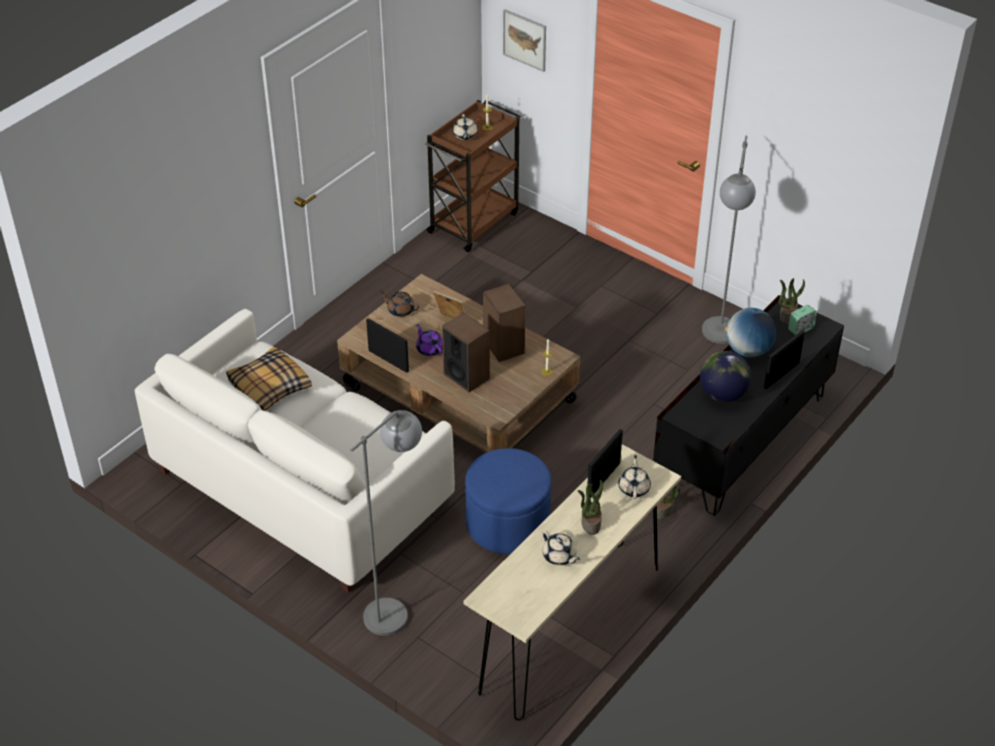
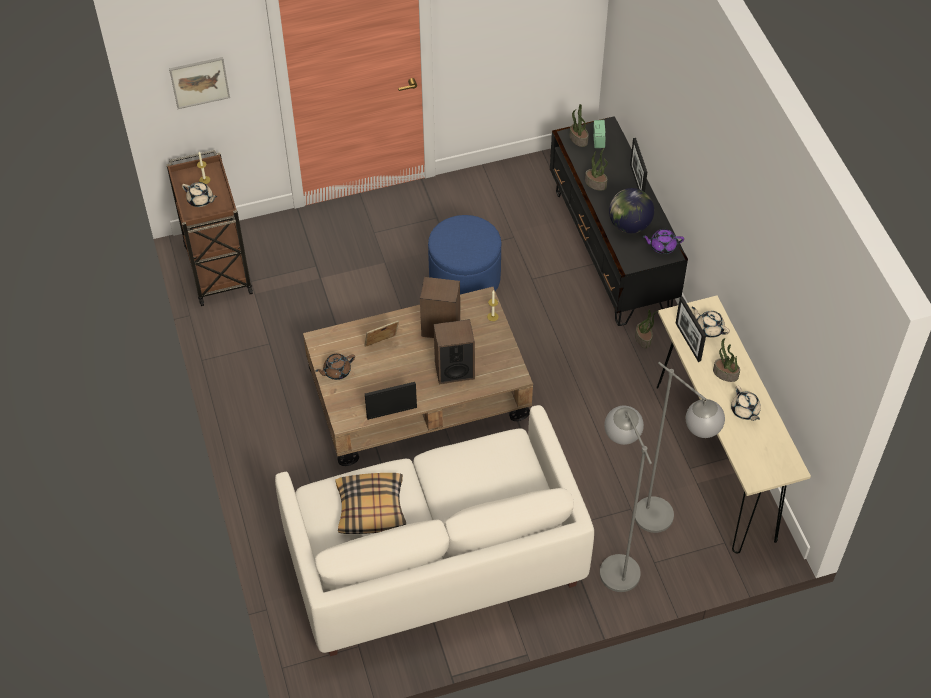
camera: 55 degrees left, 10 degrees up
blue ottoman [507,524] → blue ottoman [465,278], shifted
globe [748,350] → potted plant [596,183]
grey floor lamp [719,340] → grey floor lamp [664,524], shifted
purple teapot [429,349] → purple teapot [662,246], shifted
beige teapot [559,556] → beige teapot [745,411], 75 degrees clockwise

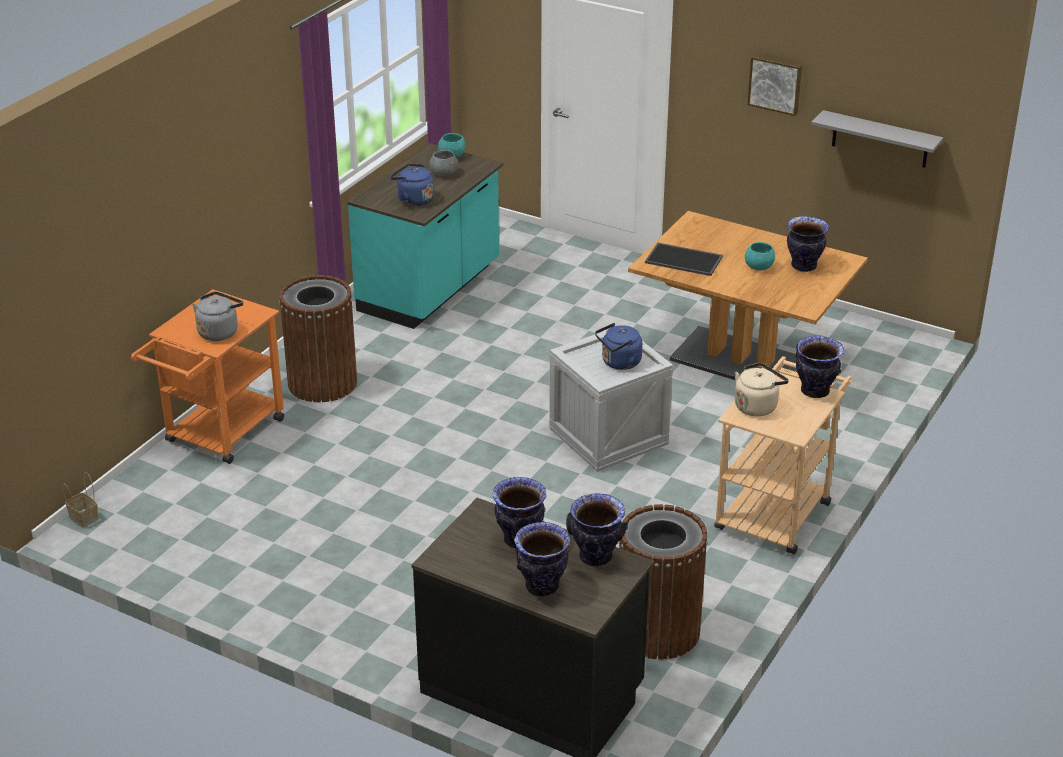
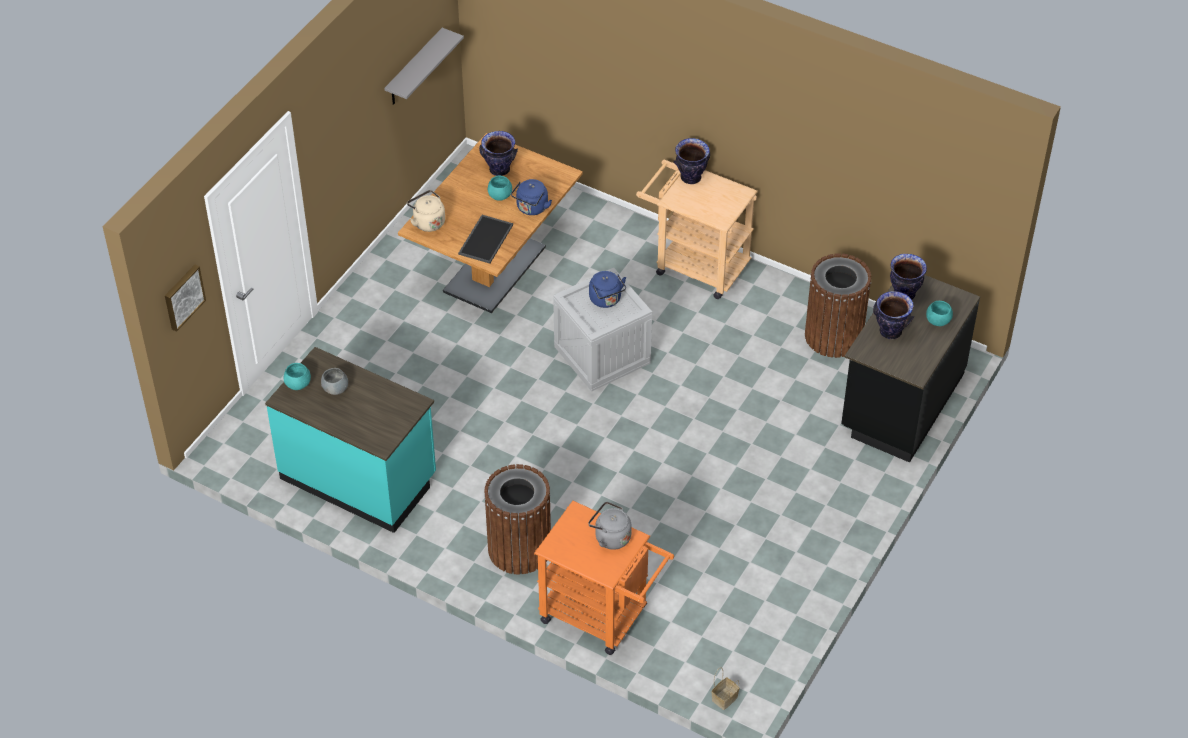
camera: 90 degrees left, 15 degrees up
picture [775,84] → picture [183,296], shifted
beige kettle [757,406] → beige kettle [427,222], shifted
blue kettle [413,200] → blue kettle [531,208], shifted
vase [541,586] → turquoise bowl [937,321]

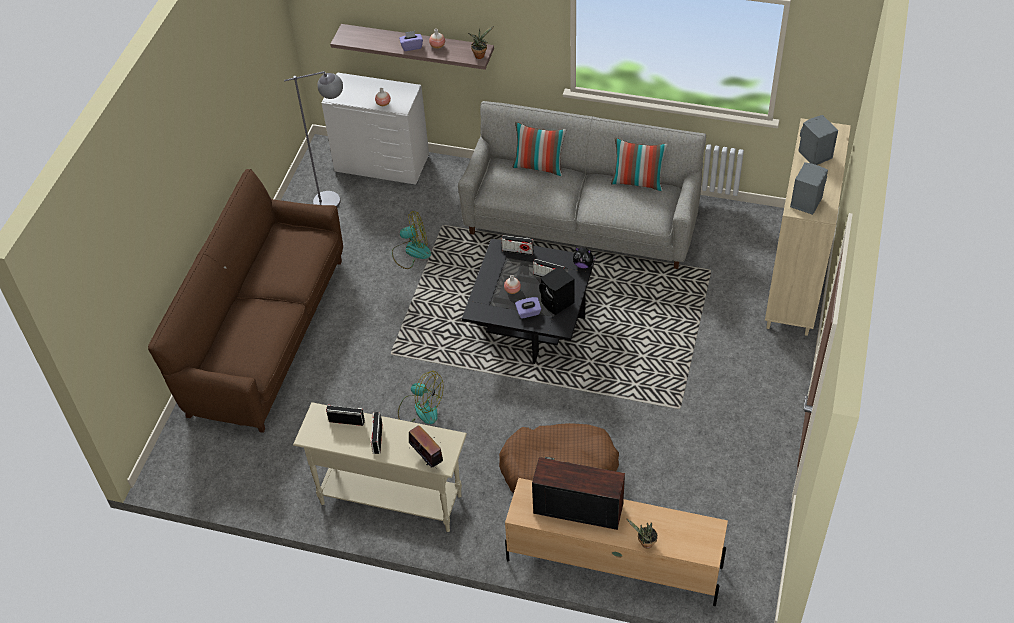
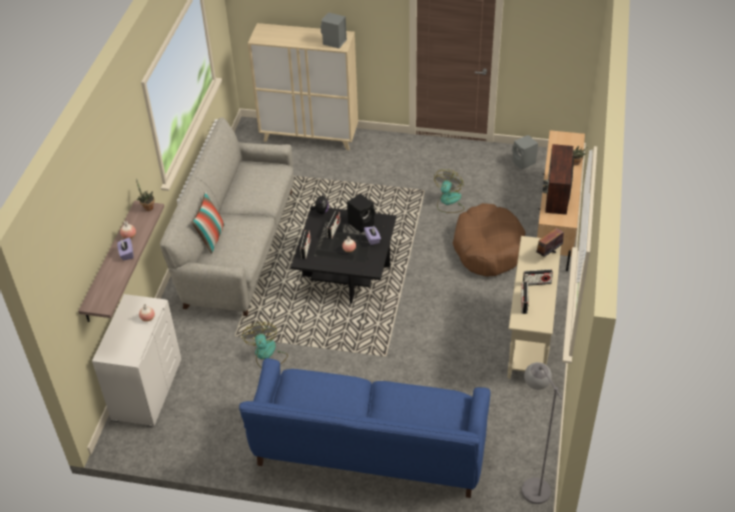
camera: 95 degrees left, 5 degrees down
brown sofa [266,335] → blue sofa [369,450]
fan [420,409] → fan [448,202], shifted
grey speaker [814,155] → grey speaker [524,163], shifted
grey floor lamp [336,199] → grey floor lamp [531,483], shifted
pillow [638,182] → -

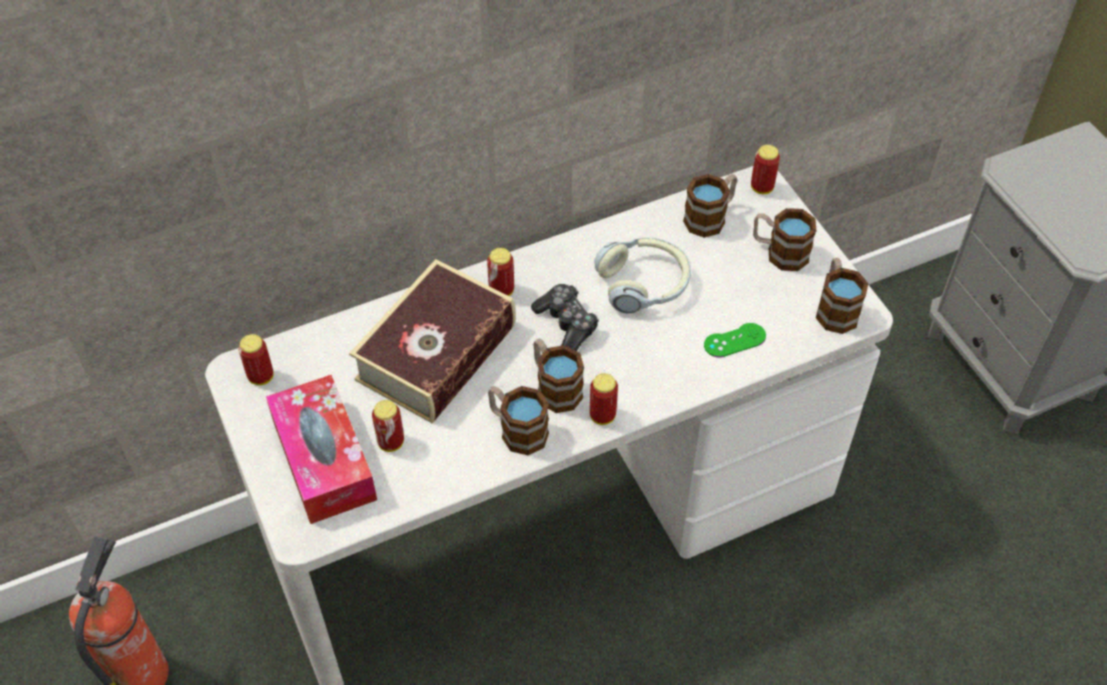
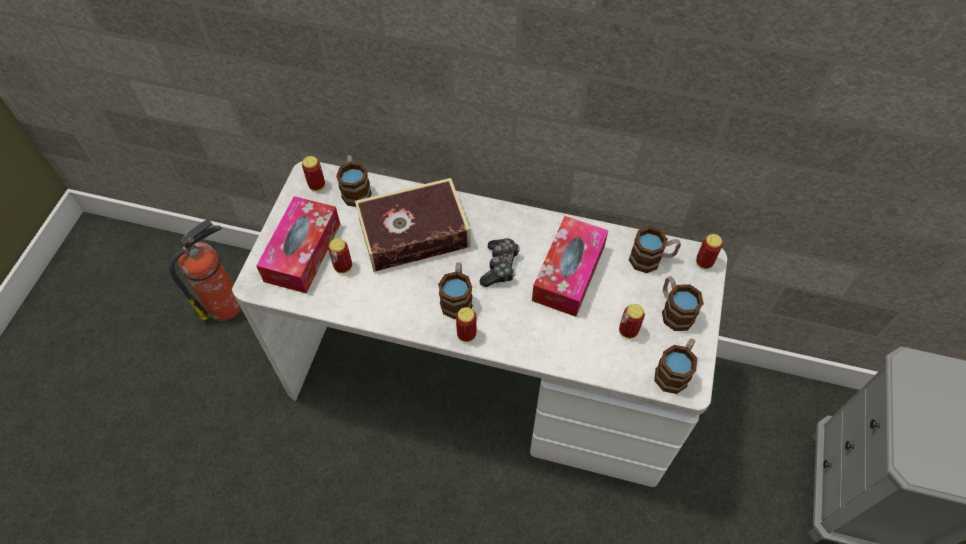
camera: 40 degrees right, 5 degrees up
mug [517,429] → mug [355,189], shifted
headphones [644,284] → tissue box [568,273]
can [501,291] → can [628,331], shifted
green game controller [734,340] → -

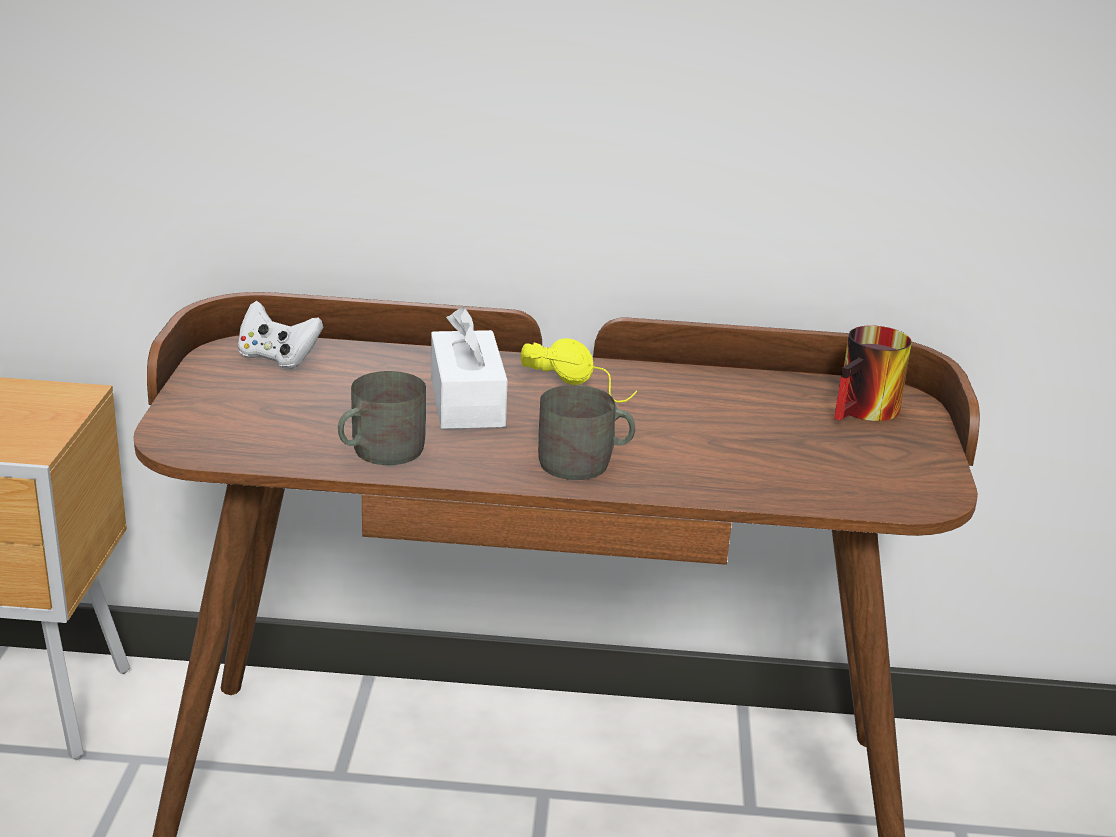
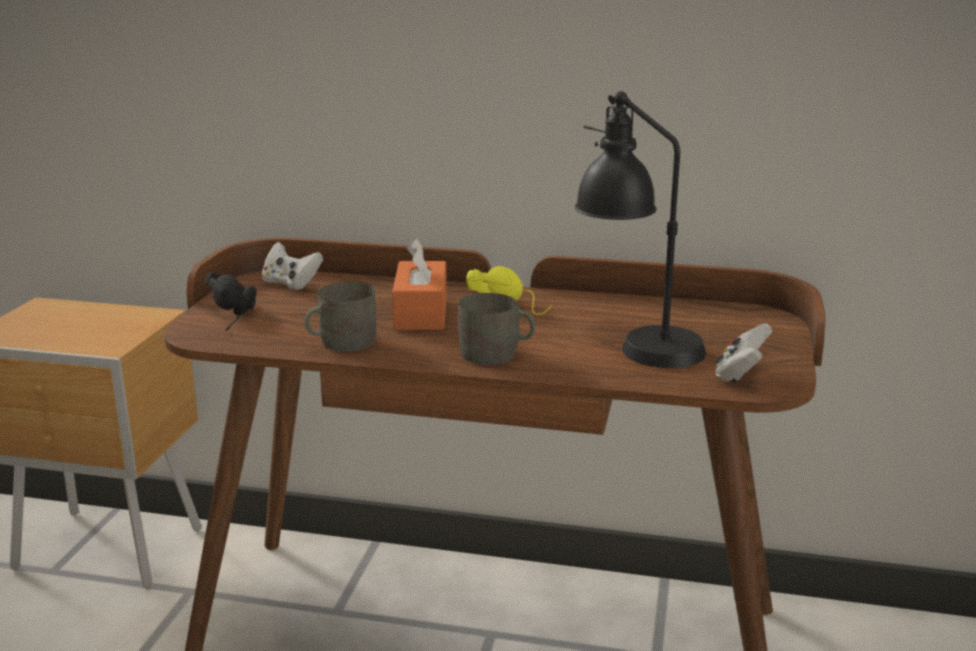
camera: 10 degrees right, 5 degrees down
- → black headphones [239,317]
white tissue box [467,401] → orange tissue box [421,313]
- → black table lamp [634,340]
- → white game controller [740,374]
mug [867,412] → -

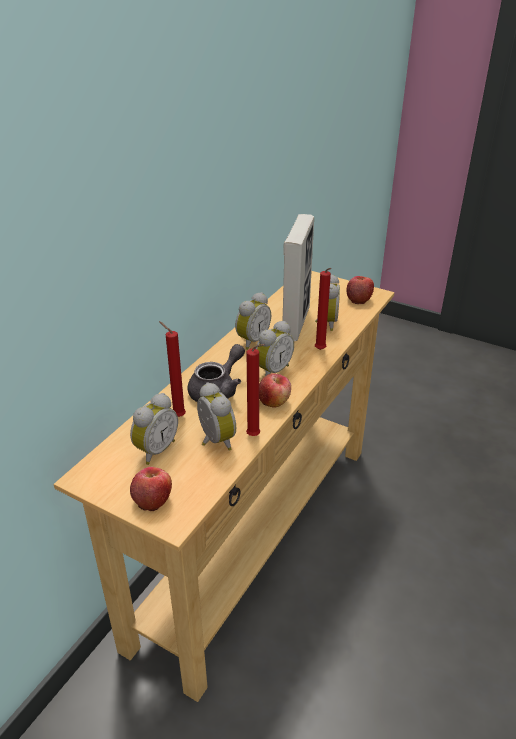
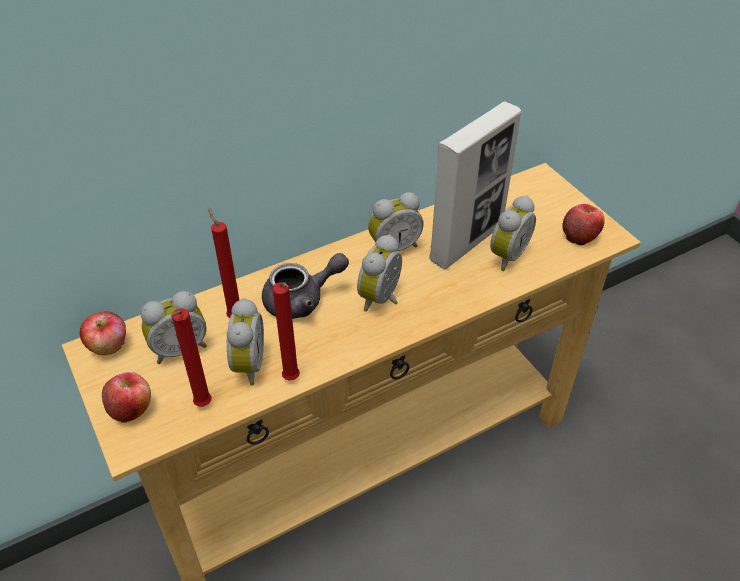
camera: 30 degrees right, 10 degrees up
apple [274,401] → apple [108,346], shifted
red candle [320,350] → red candle [202,406], shifted
alarm clock [272,371] → alarm clock [382,299], 135 degrees clockwise

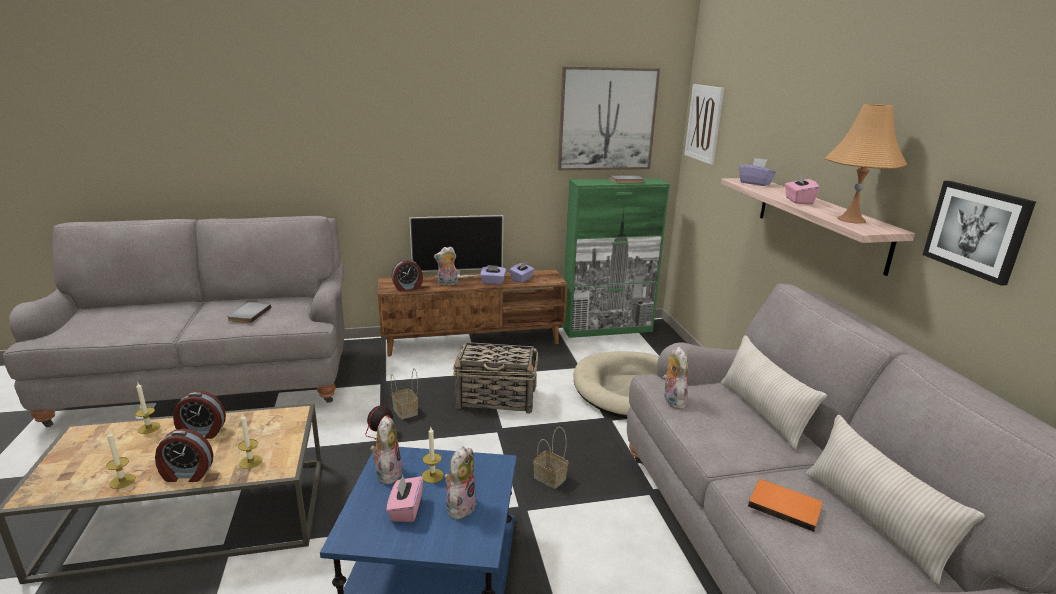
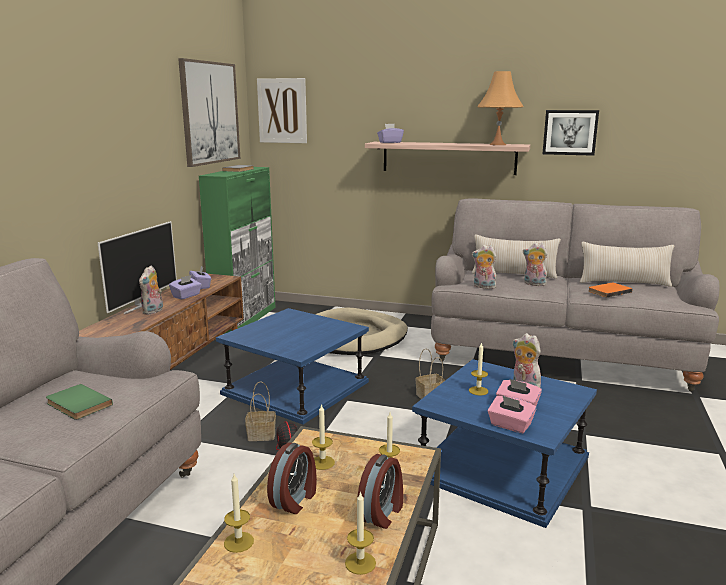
camera: 60 degrees left, 5 degrees down
grey book [248,314] → green book [77,405]
basket [497,399] → blue side table [295,388]
- → candle [322,462]
pink tissue box [798,201] → pink tissue box [510,425], shifted
plush toy [387,473] → plush toy [533,284], shifted
alarm clock [408,288] → -

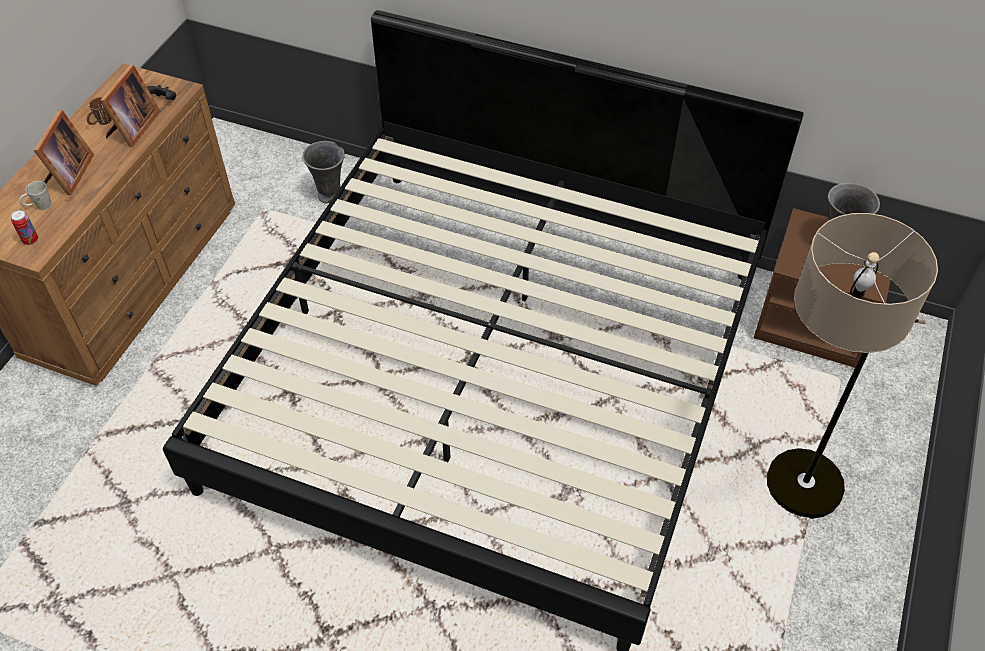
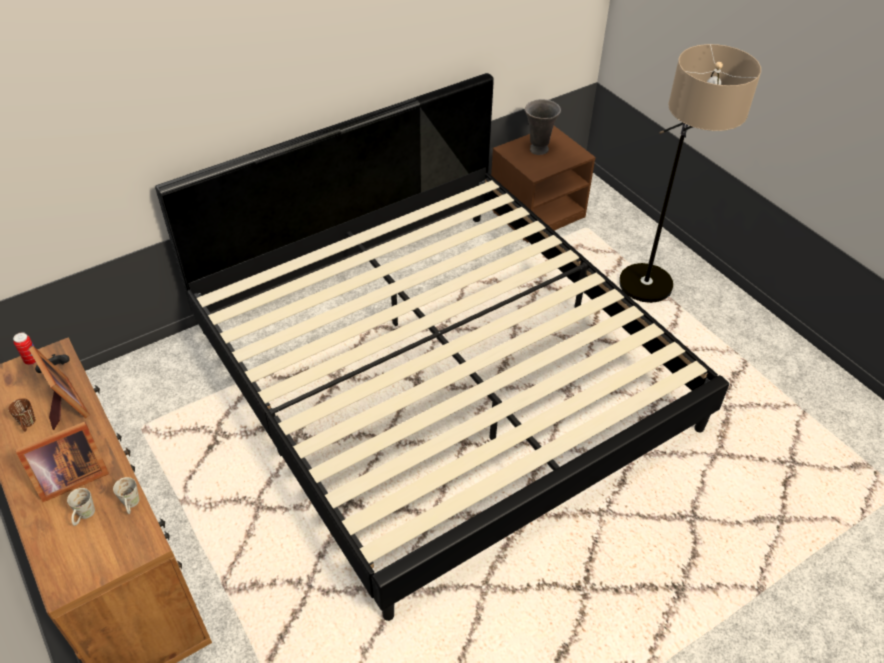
camera: 55 degrees left, 5 degrees down
can [30,240] → can [32,360], shifted
picture frame [68,175] → picture frame [69,478], 105 degrees clockwise
- → white mug [131,505]
grey vase [330,196] → -

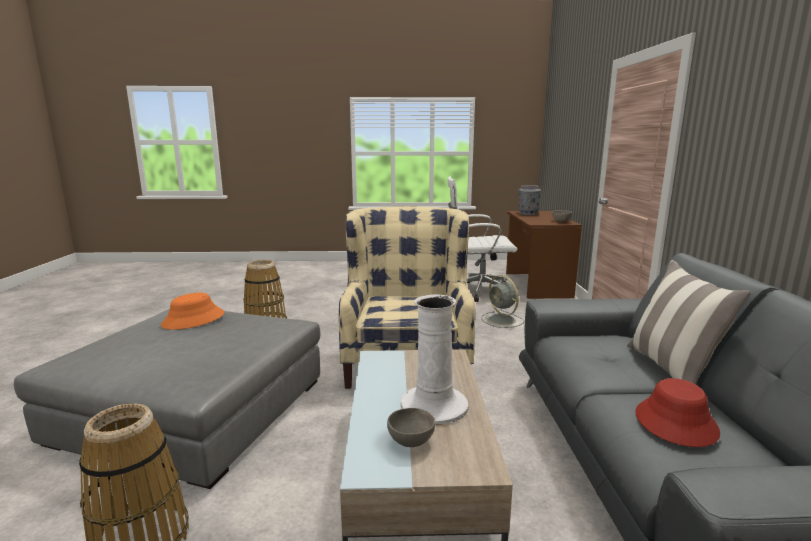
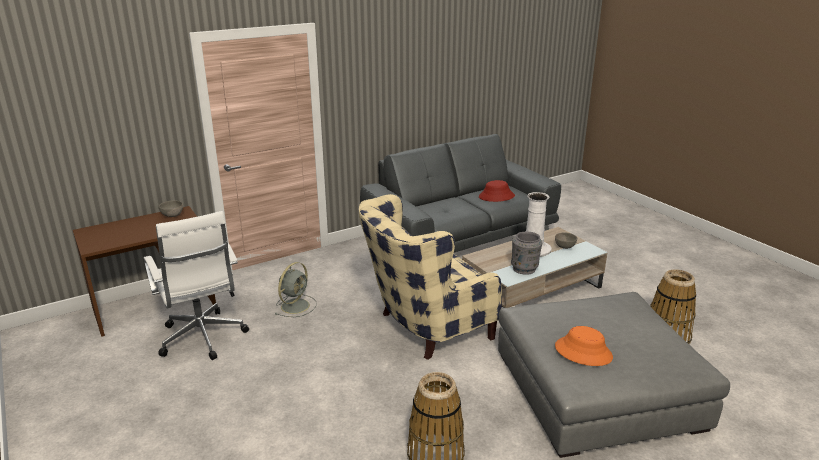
camera: 120 degrees left, 10 degrees up
grey vase [527,214] → grey vase [525,269], shifted
pillow [672,370] → -

